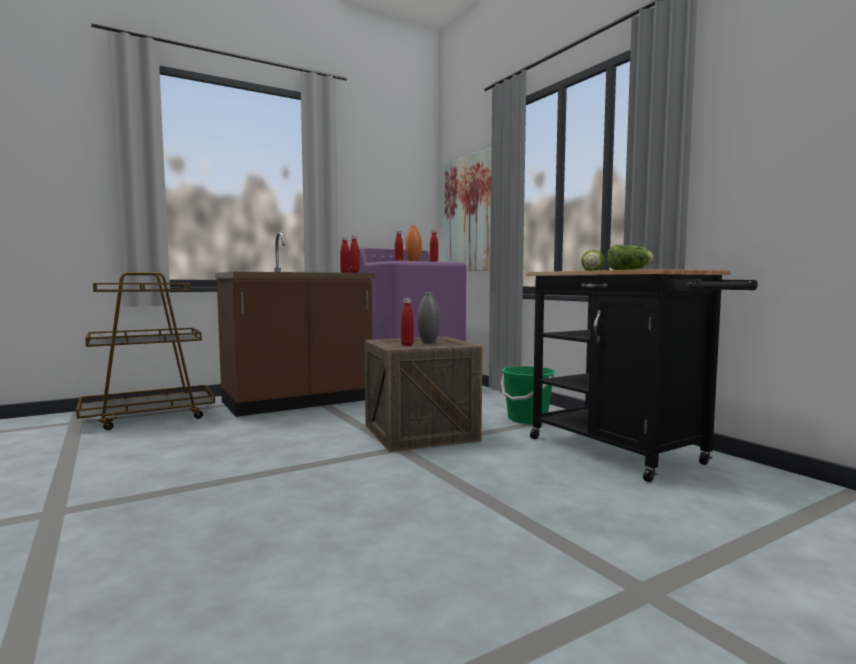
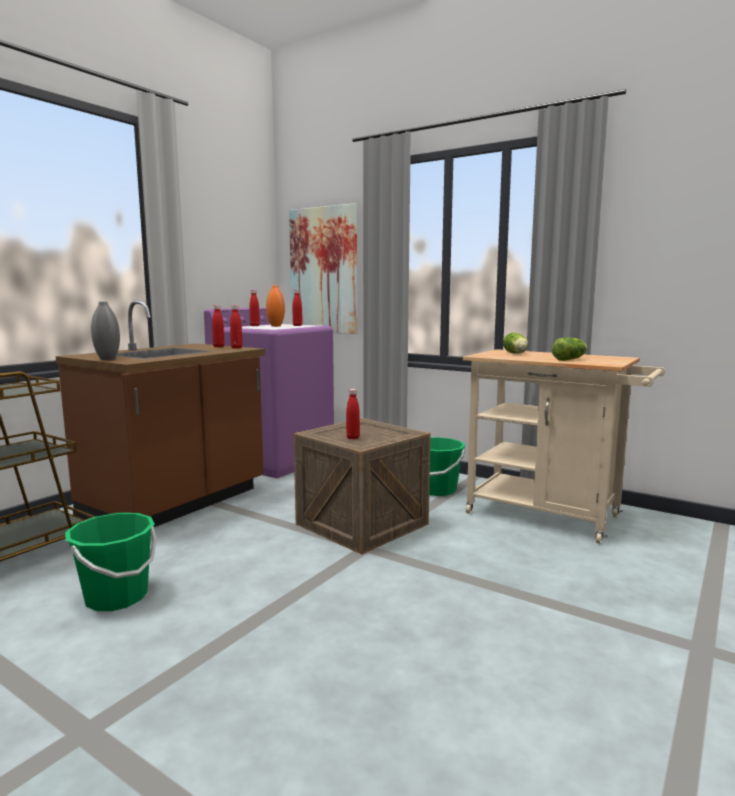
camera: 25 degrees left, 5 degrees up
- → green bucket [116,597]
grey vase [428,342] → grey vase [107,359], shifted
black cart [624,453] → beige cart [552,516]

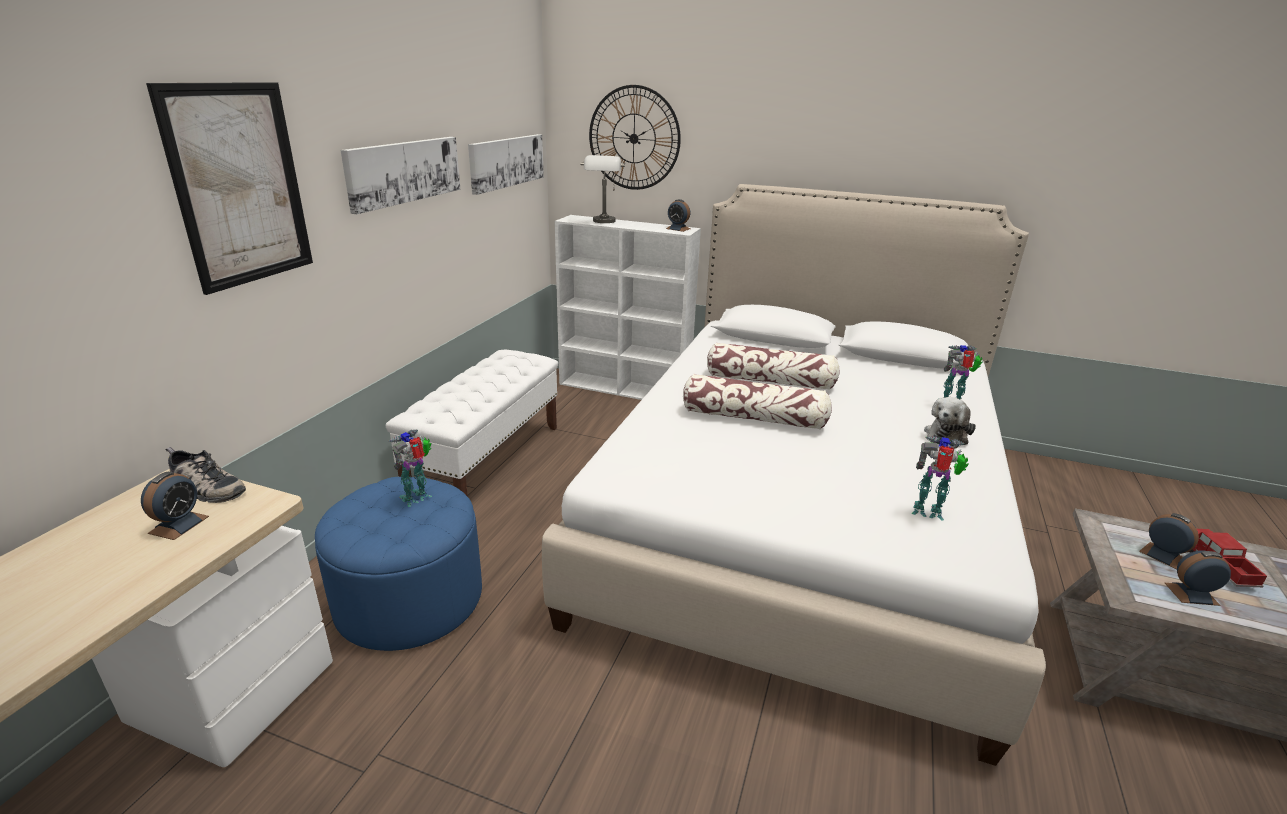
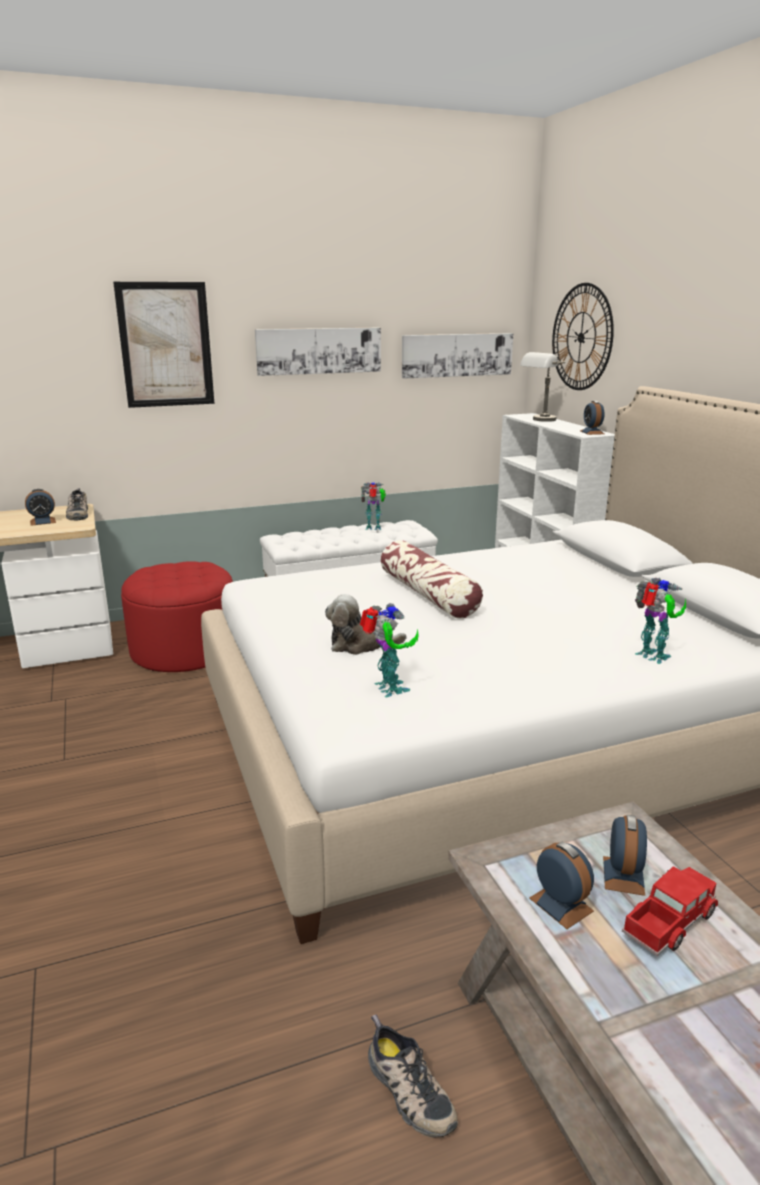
camera: 50 degrees right, 5 degrees down
blue ottoman [409,599] → red ottoman [184,649]
plush toy [947,436] → plush toy [360,644], shifted
toy robot [417,498] → toy robot [374,528], shifted
- → shoe [407,1090]
pillow [770,381] → -

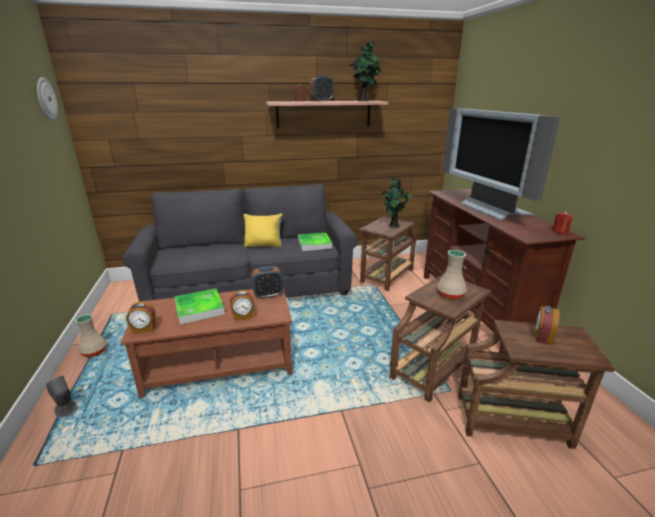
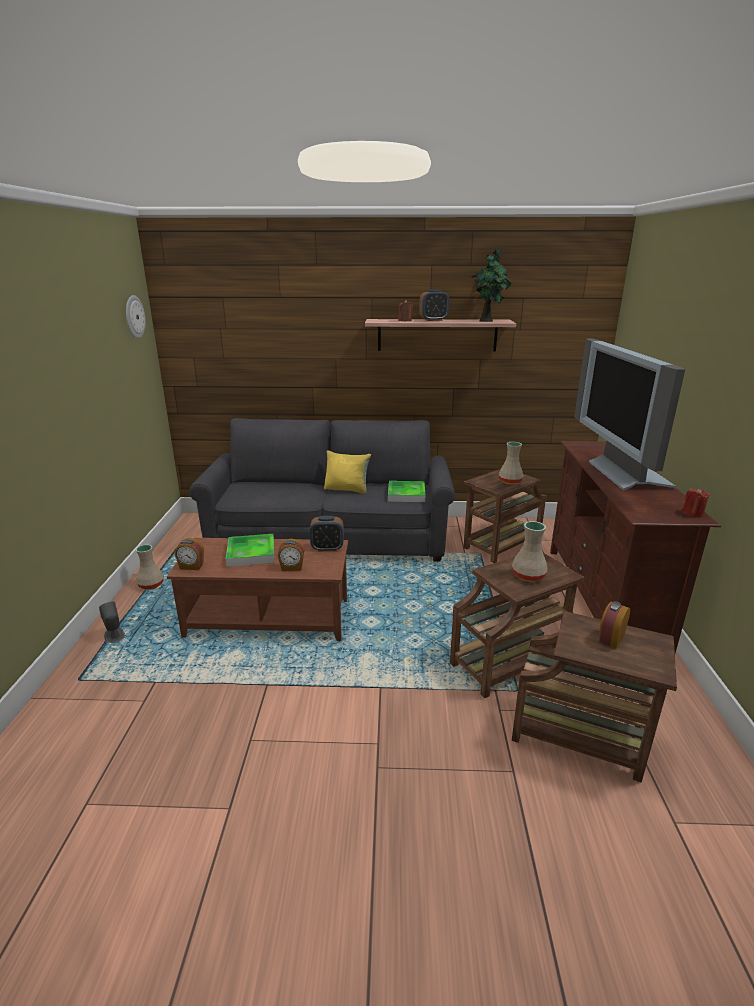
camera: 15 degrees right, 0 degrees up
potted plant [393,226] → beige vase [510,482]

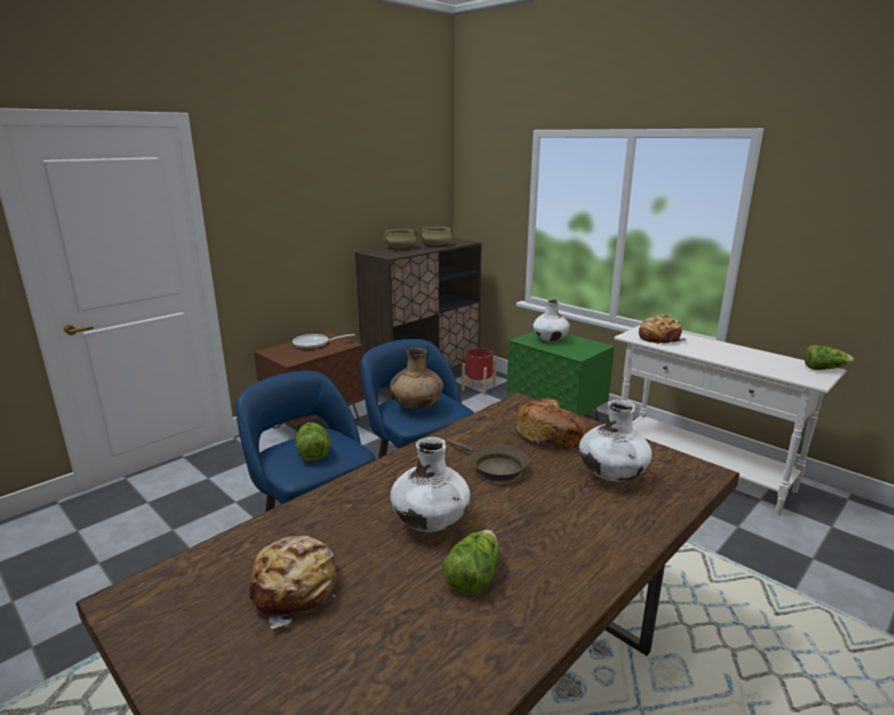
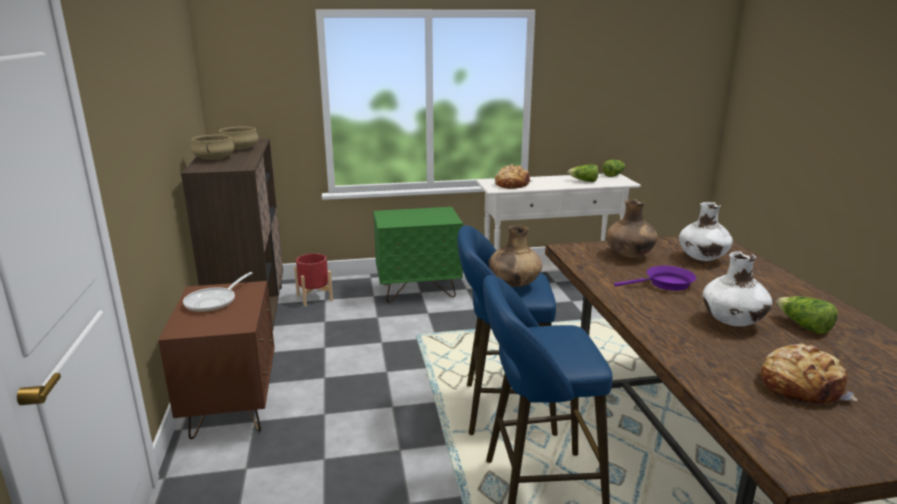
camera: 55 degrees left, 0 degrees up
lettuce [312,452] → lettuce [584,181], shifted
bread [551,434] → brown vase [629,255]
brown frying pan [494,467] → purple frying pan [665,284]
white vase [550,340] → -

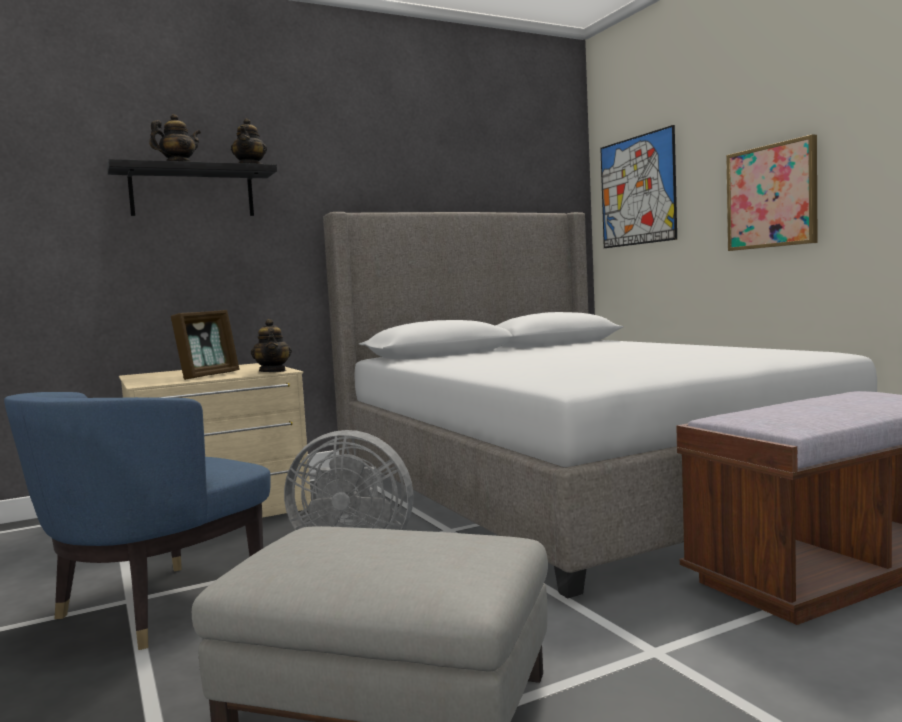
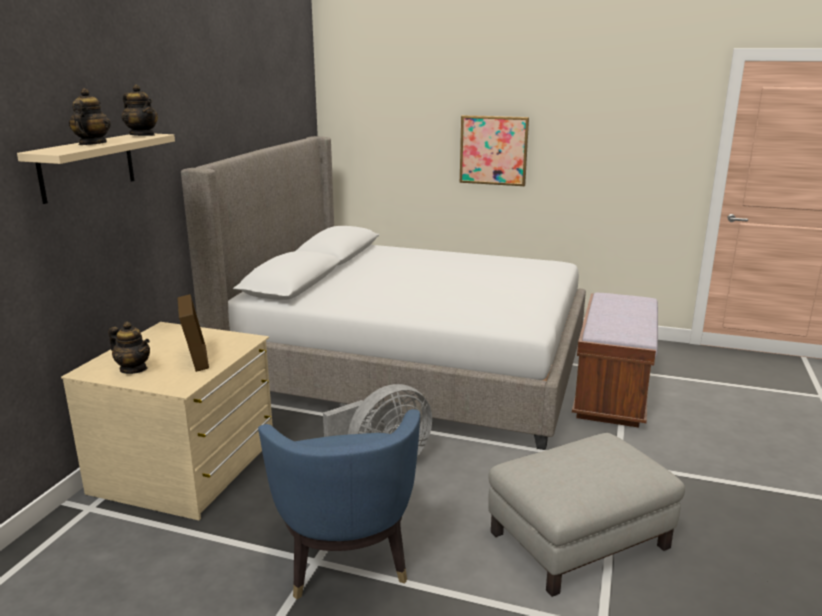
camera: 45 degrees left, 15 degrees up
black shelf [192,192] → beige shelf [87,166]
teapot [273,371] → teapot [133,369], shifted
picture [637,191] → -

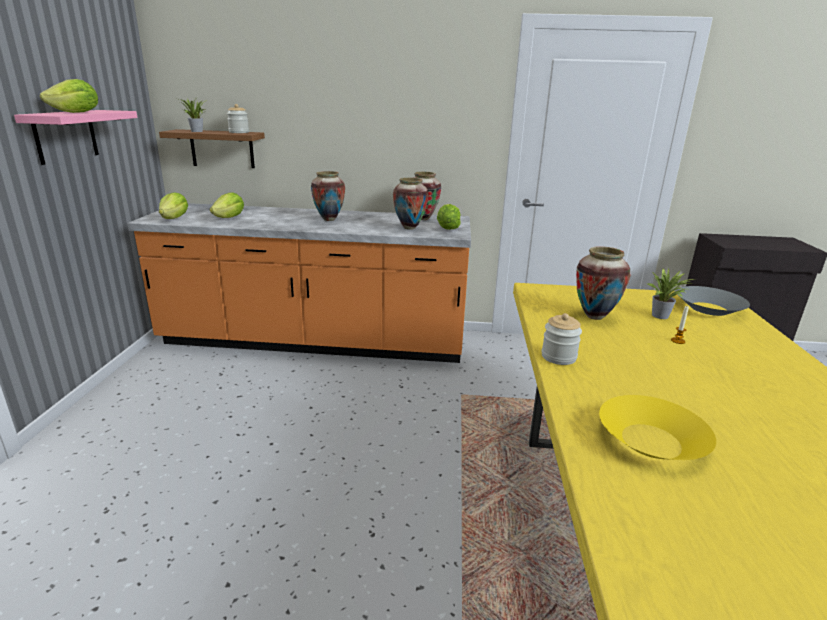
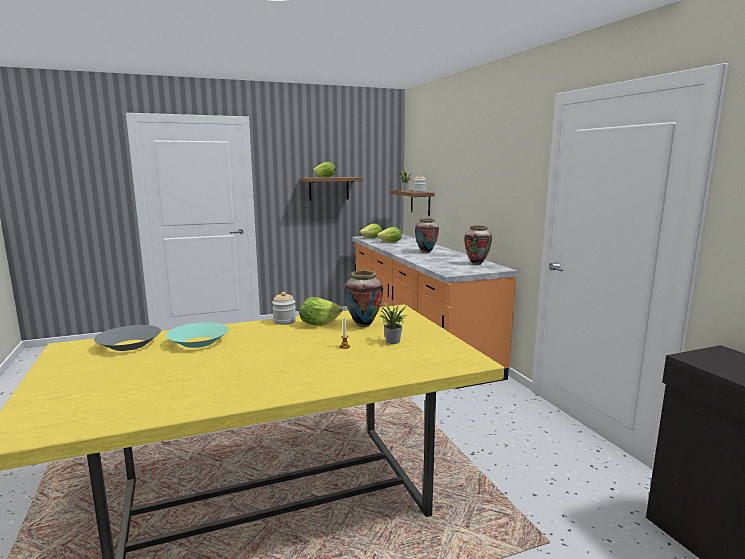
camera: 65 degrees right, 10 degrees down
grey bowl [709,308] → grey bowl [129,345], shifted
yellow bowl [651,441] → turquoise bowl [198,342]
lettuce [447,228] → lettuce [318,324], shifted
pink shelf [66,136] → brown shelf [329,188]
vase [409,228] → -

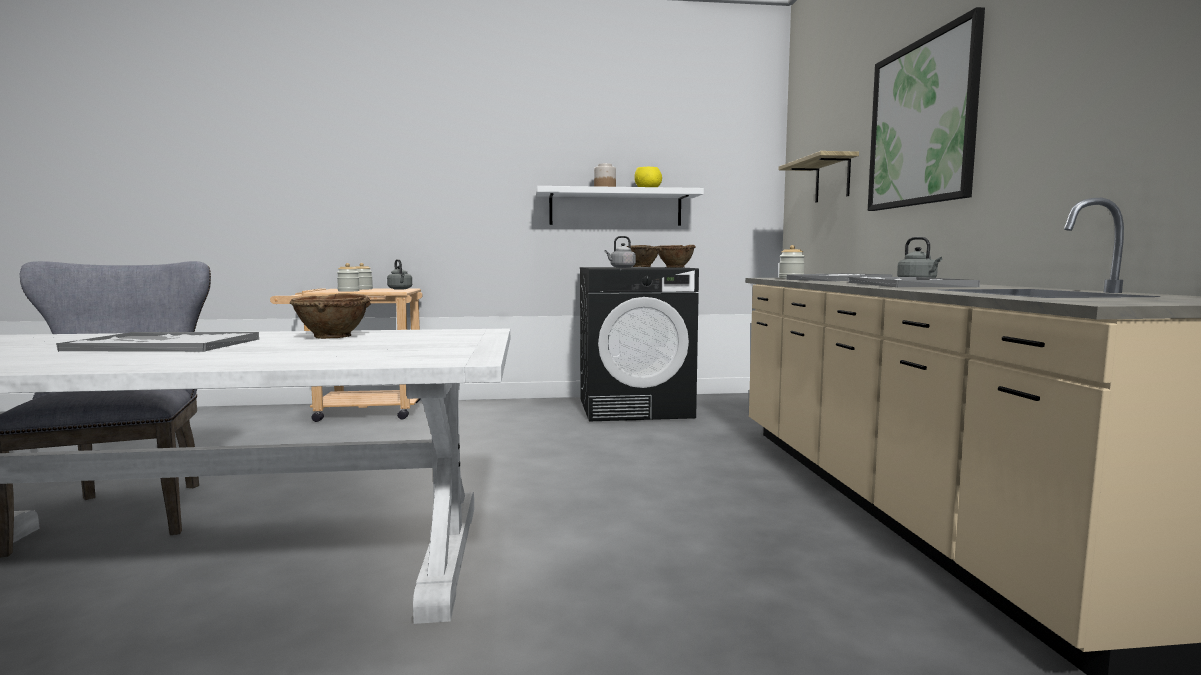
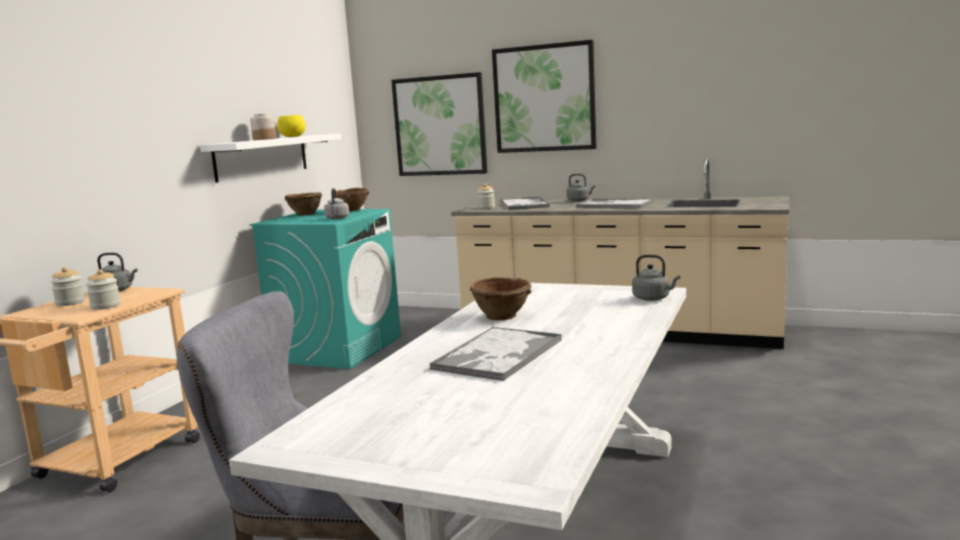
camera: 60 degrees left, 5 degrees up
black washing machine [635,408] → turquoise washing machine [337,349]
shelf [832,179] → picture [440,125]
- → grey kettle [653,298]

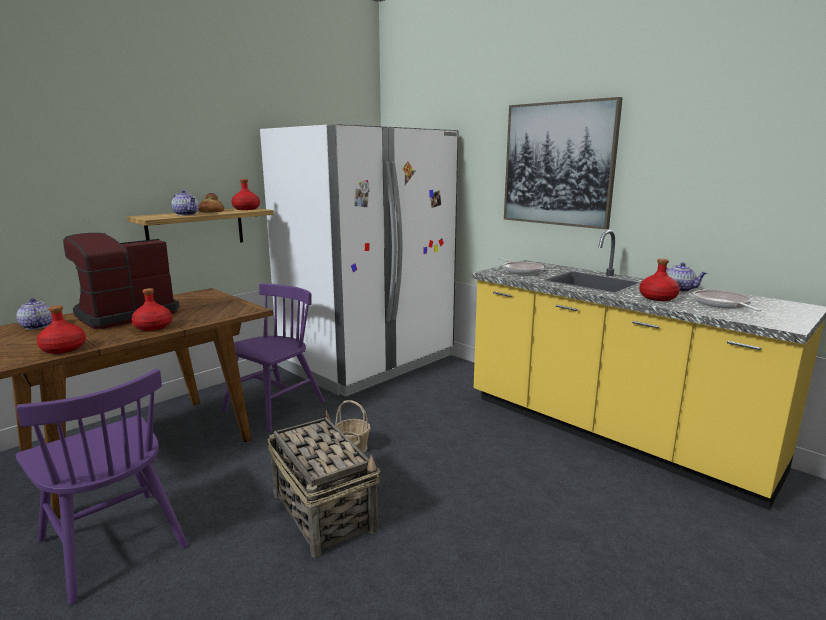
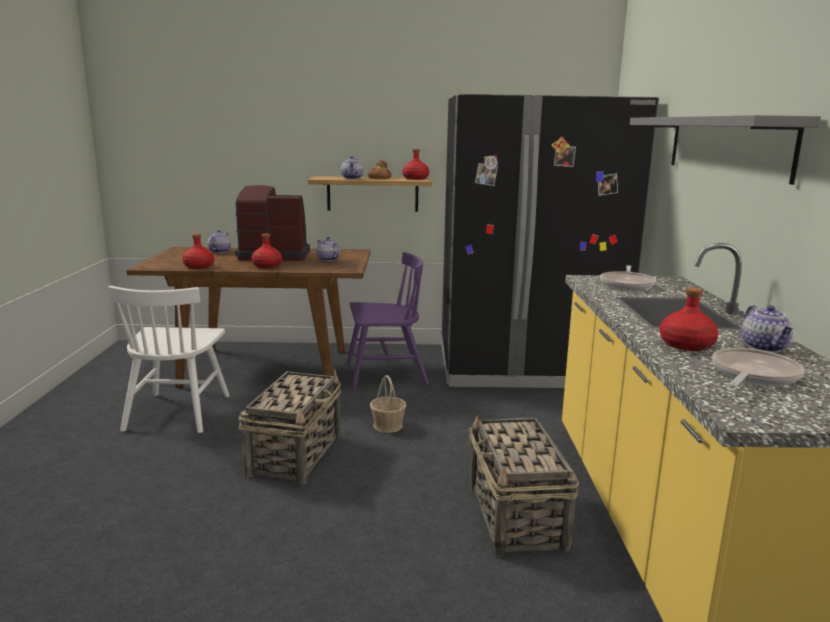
camera: 45 degrees right, 0 degrees up
purple chair [113,542] → white chair [177,412]
- → teapot [328,259]
white fridge [368,362] → black fridge [525,367]
- → basket [516,518]
picture [558,164] → grey shelf [726,145]

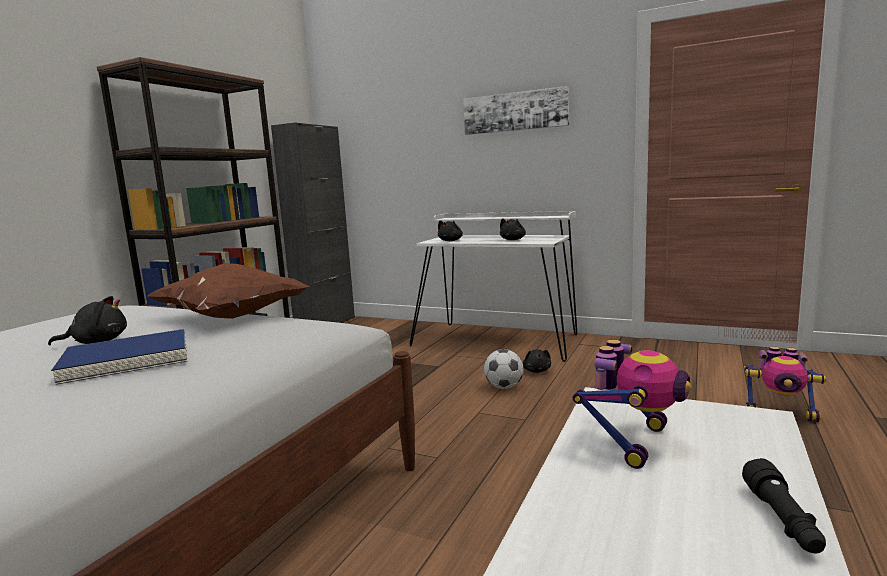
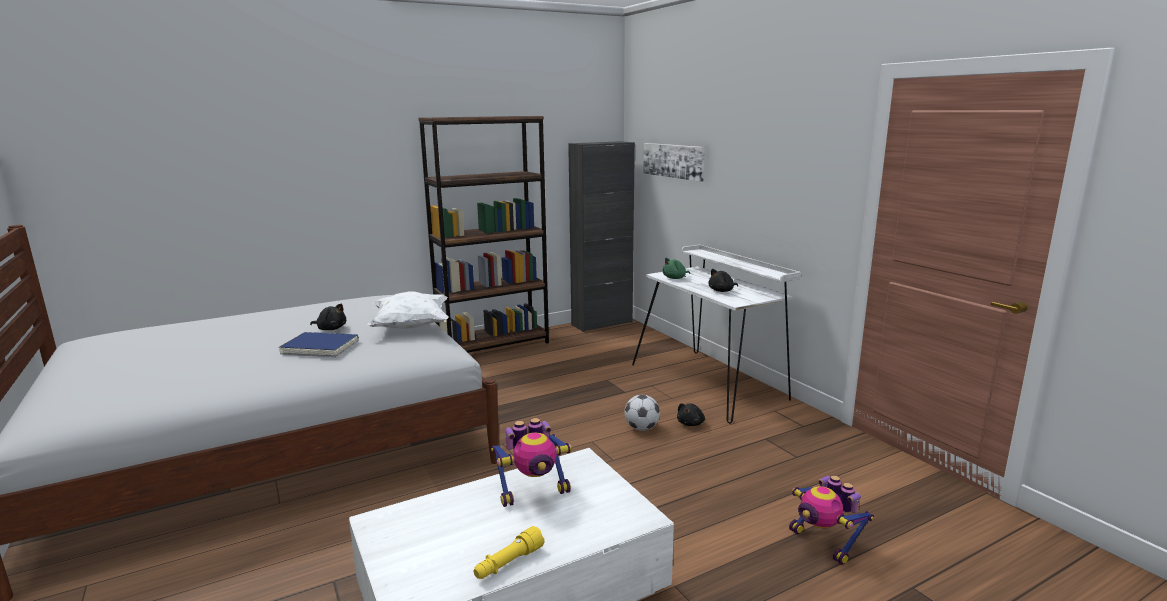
camera: 35 degrees right, 5 degrees up
brown pillow [234,317] → white pillow [411,327]
black flashlight [782,520] → yellow flashlight [508,563]
picture [515,111] → picture [673,161], shifted
black plush toy [451,241] → green plush toy [675,278]

